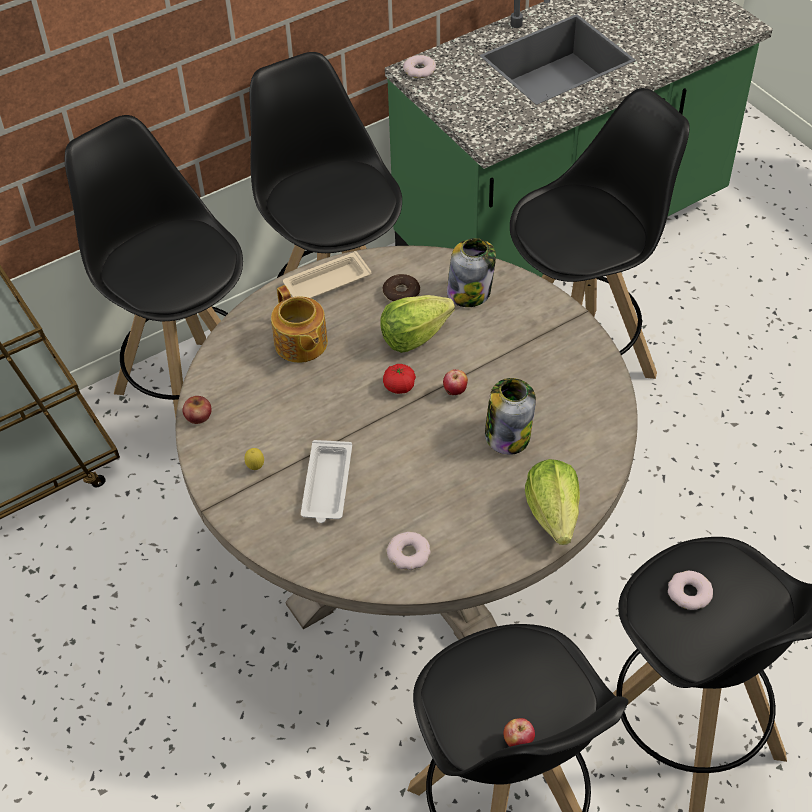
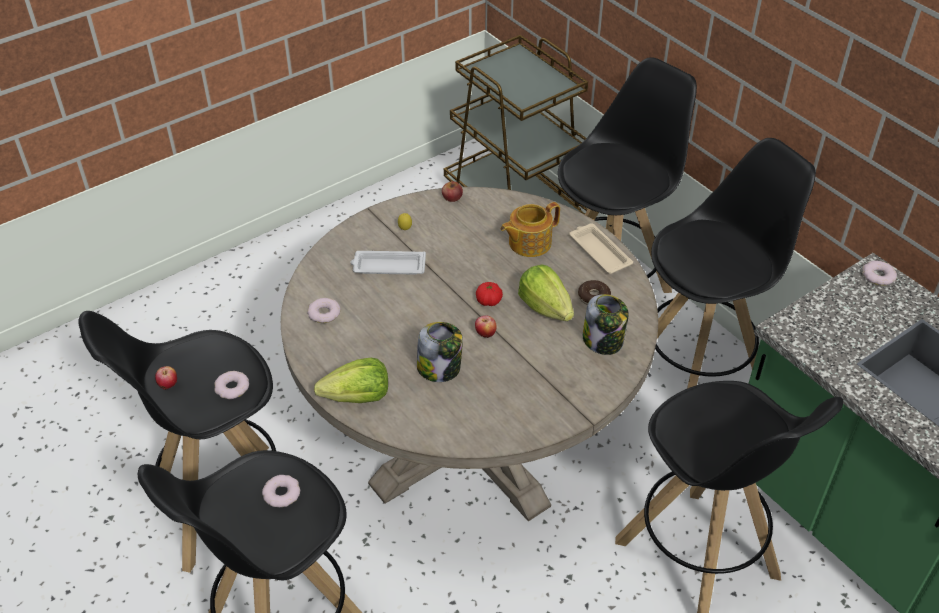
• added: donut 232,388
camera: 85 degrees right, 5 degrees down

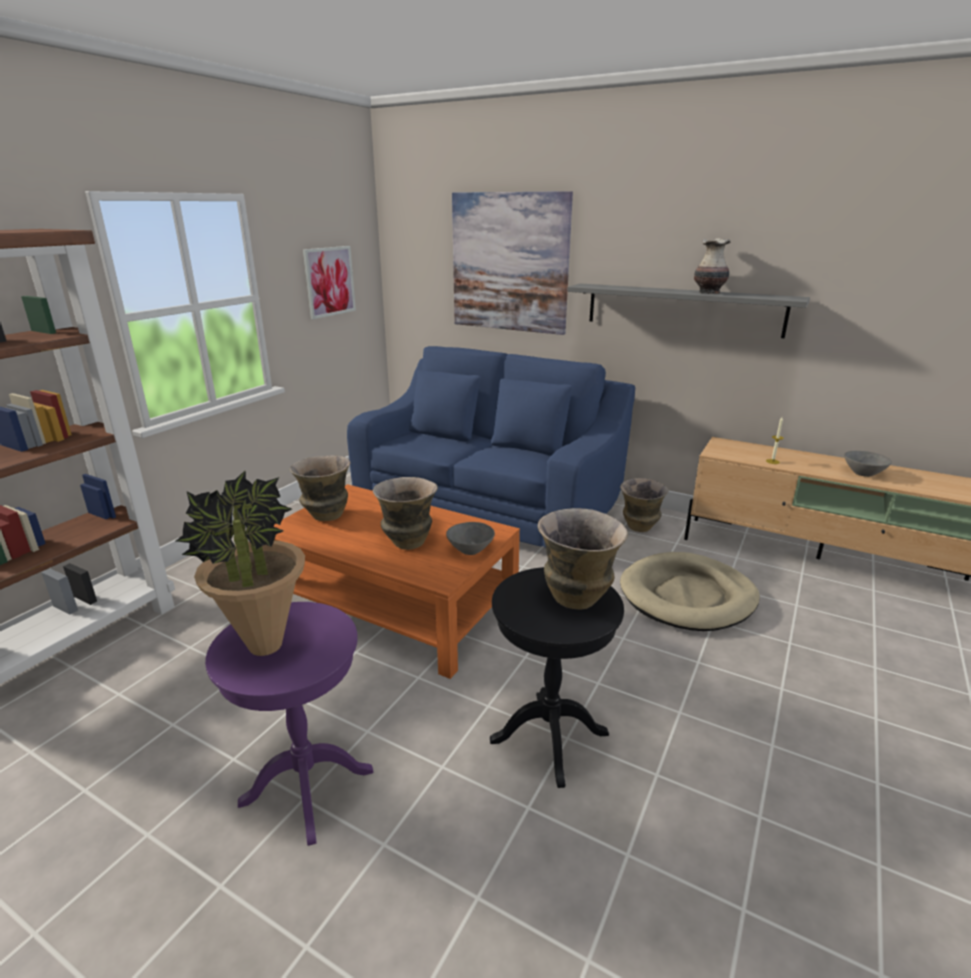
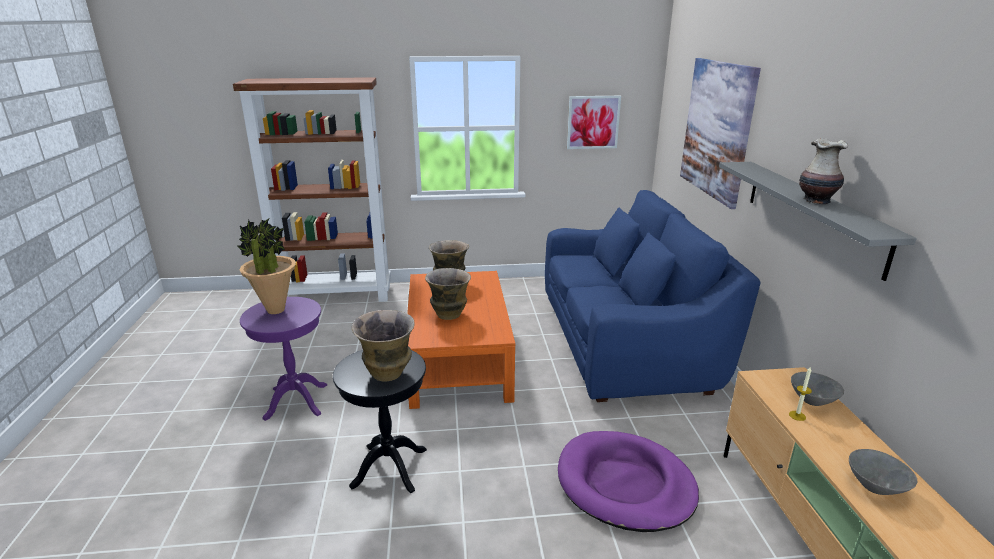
• removed: vase 640,528
• moved: grey bowl 471,550 to 813,401
• recoloured: beige dog bed 687,596 to purple dog bed 625,484
camera: 55 degrees right, 0 degrees up

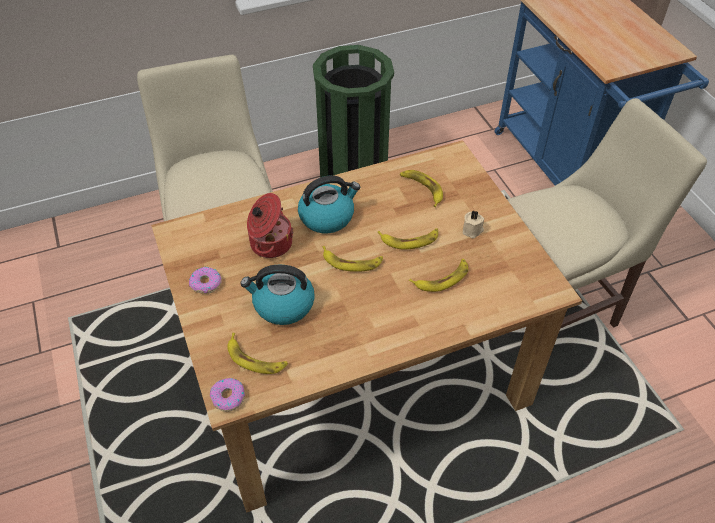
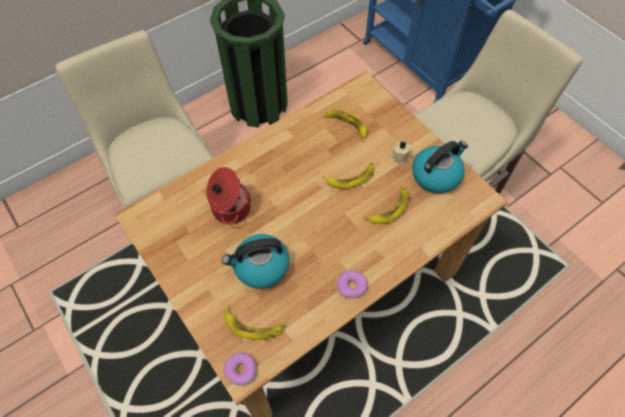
• moved: kettle 327,216 to 436,175
• removed: banana 352,262
• moved: donut 206,283 to 351,286
camera: 15 degrees left, 10 degrees up

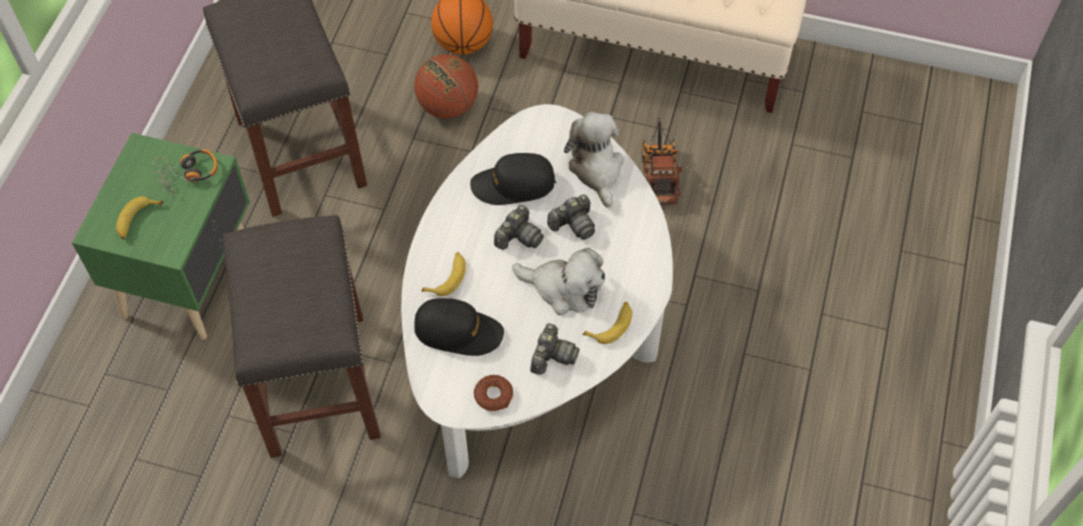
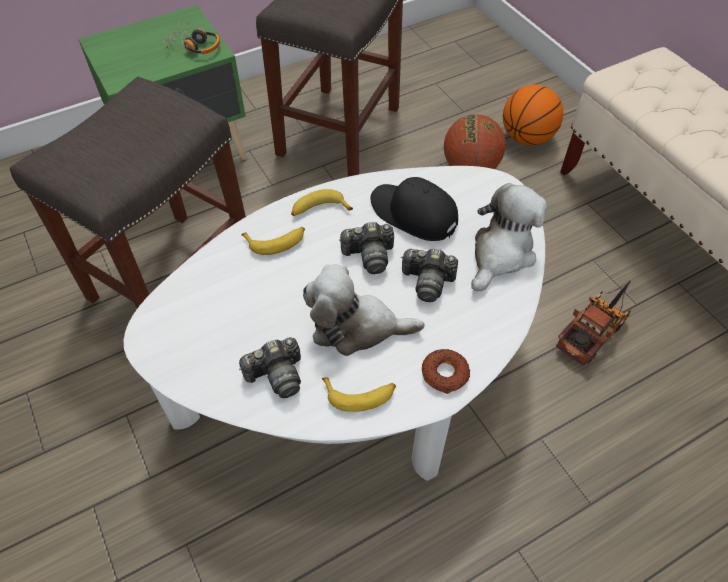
• moved: banana 137,220 to 319,210
• turned: plush toy 563,289 = 356,327 120 degrees clockwise
• removed: black cap 458,331
• moved: donut 493,395 to 445,374
camera: 45 degrees right, 5 degrees down

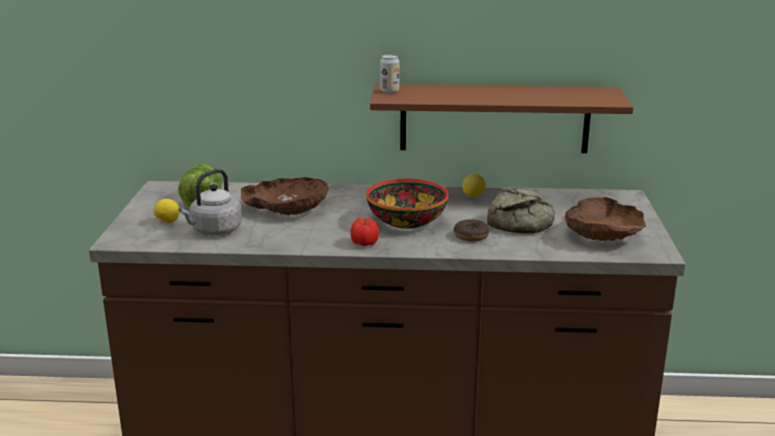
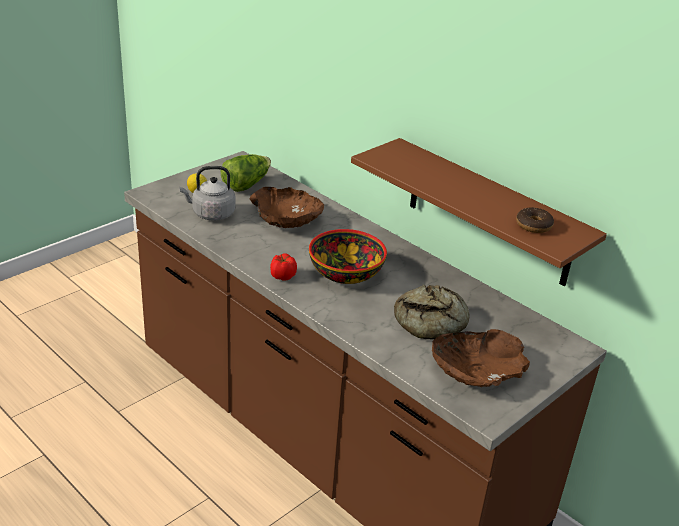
• removed: can 389,91
• removed: lemon 473,195
• moved: donut 471,235 to 533,225
camera: 40 degrees right, 10 degrees up

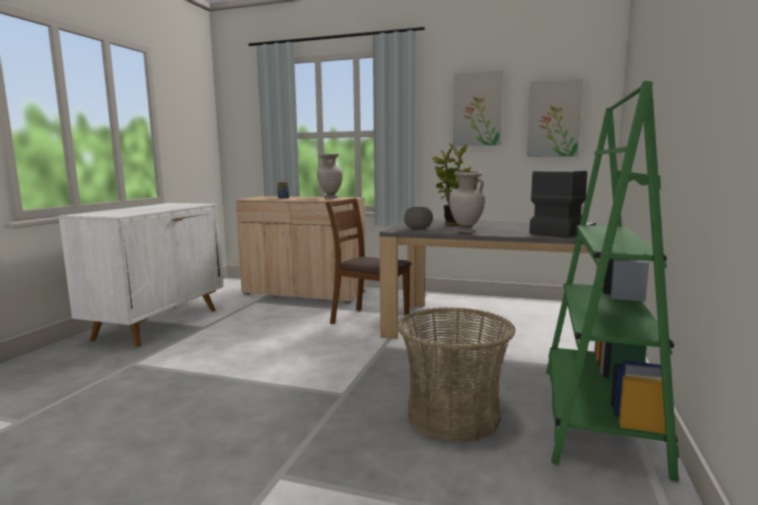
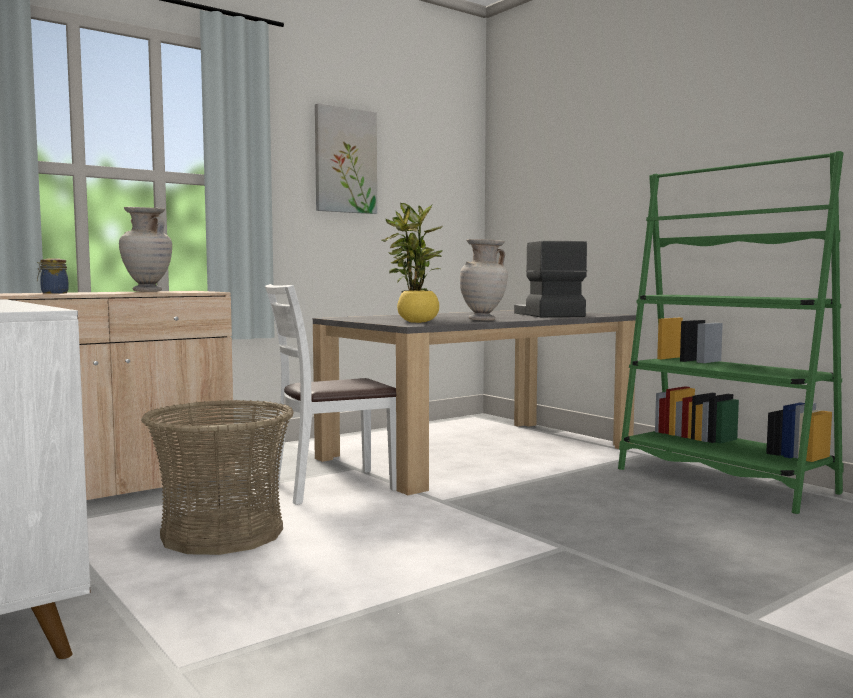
• removed: picture 554,119
• recoloured: brown chair 369,320 to white chair 332,486
• recoloured: grey bowl 417,228 to yellow bowl 417,322
• moved: basket 453,415 to 222,533
camera: 55 degrees left, 5 degrees down

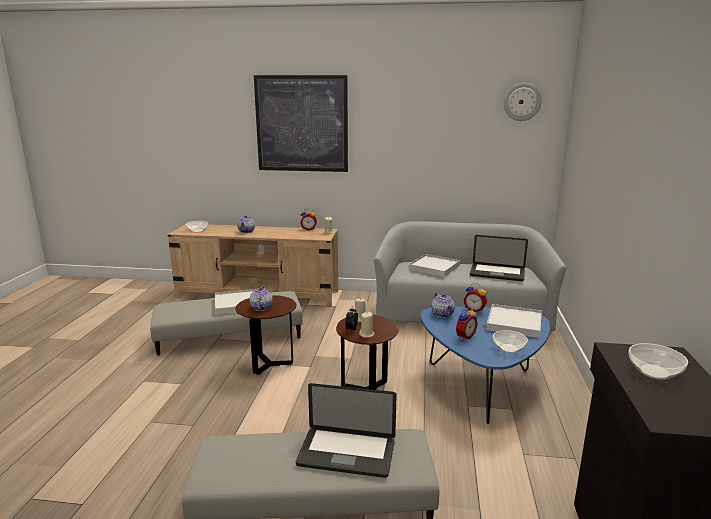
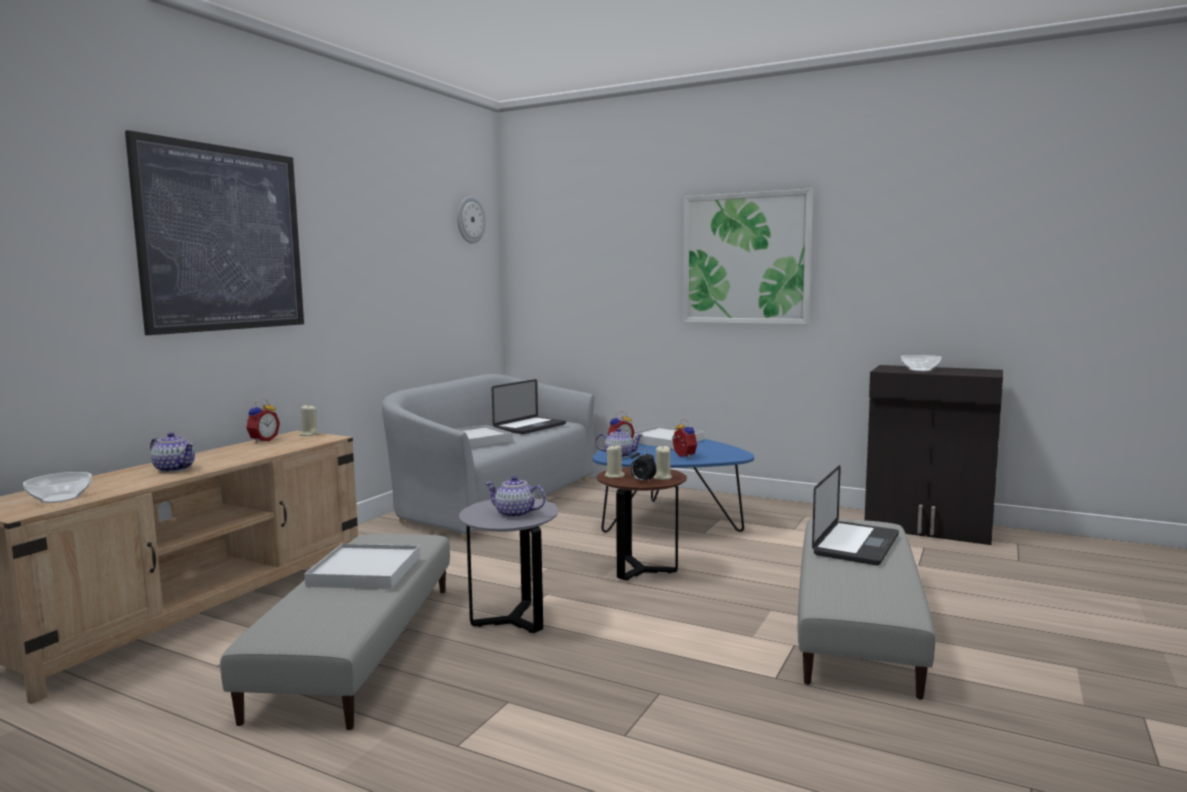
• recoloured: brown side table 269,364 to grey side table 512,621
• removed: bowl 509,348
• added: picture 746,258
camera: 70 degrees left, 10 degrees down

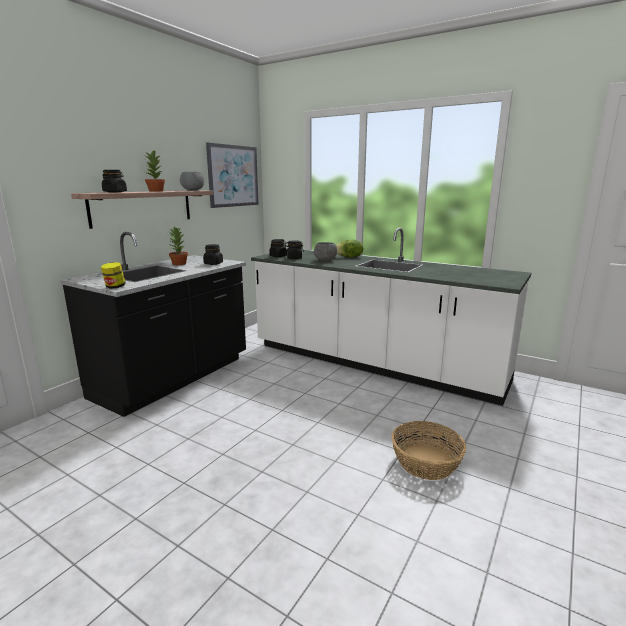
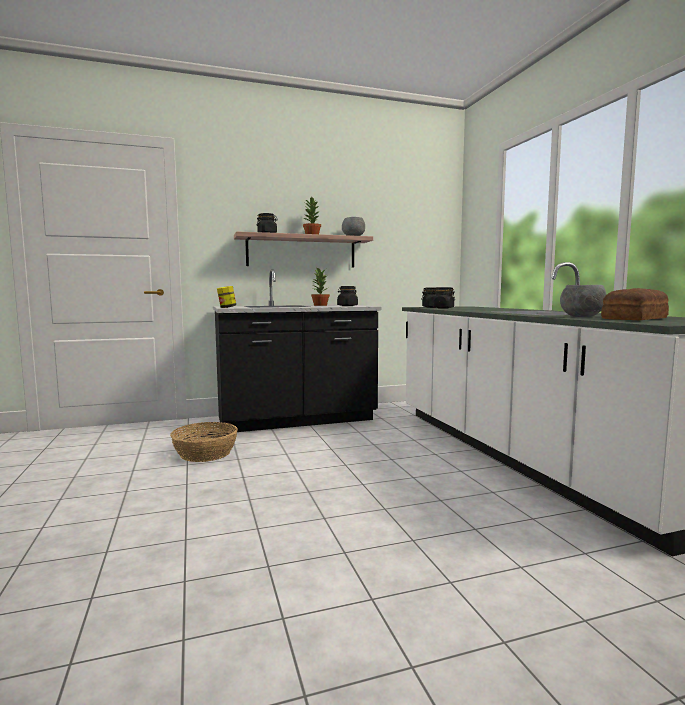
• removed: picture 233,176
• removed: lettuce 349,257
• moved: grey bowl 325,260 to 581,317
• moved: basket 426,463 to 205,453
• added: bread 636,319
camera: 40 degrees right, 10 degrees down

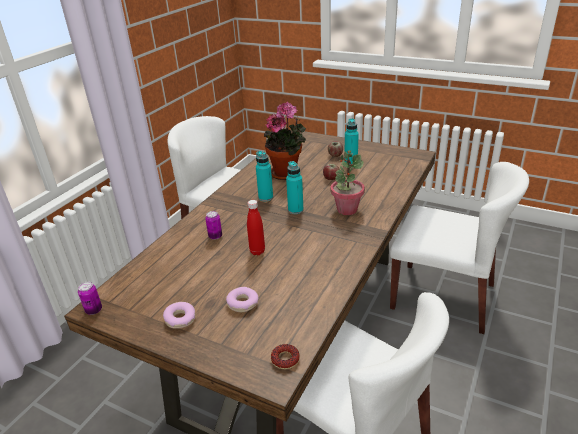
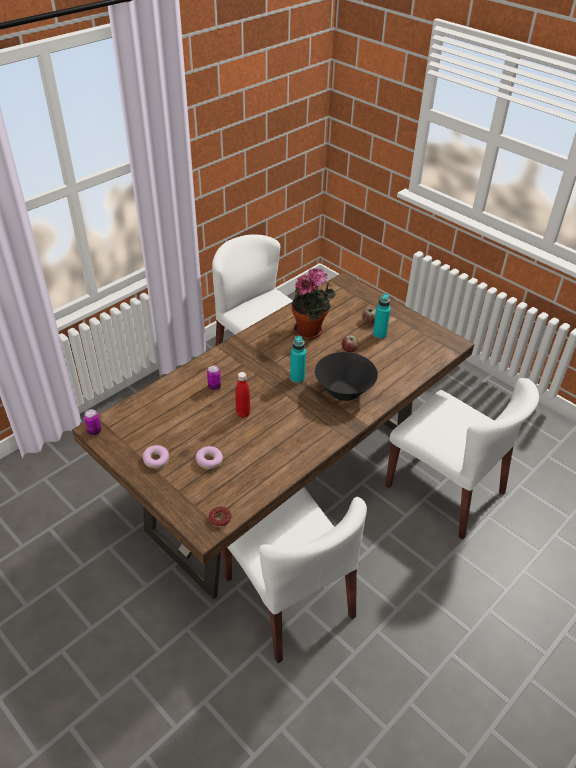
• replaced: potted plant 347,209 to black bowl 344,391
• removed: turquoise bottle 265,197
camera: 15 degrees right, 10 degrees up

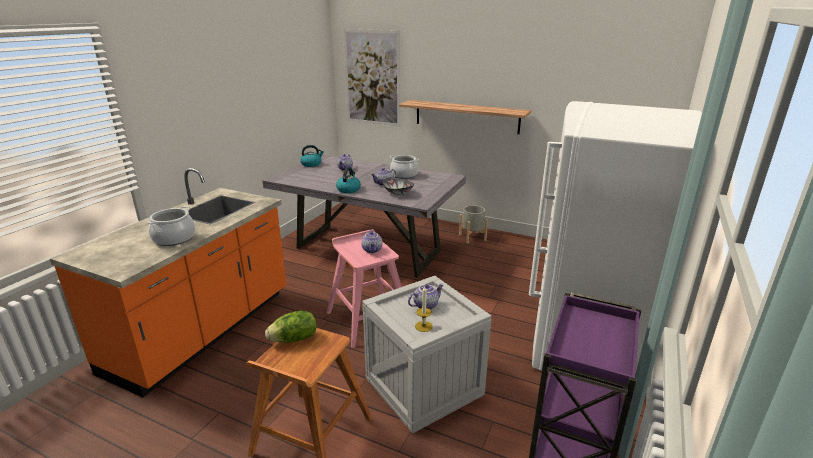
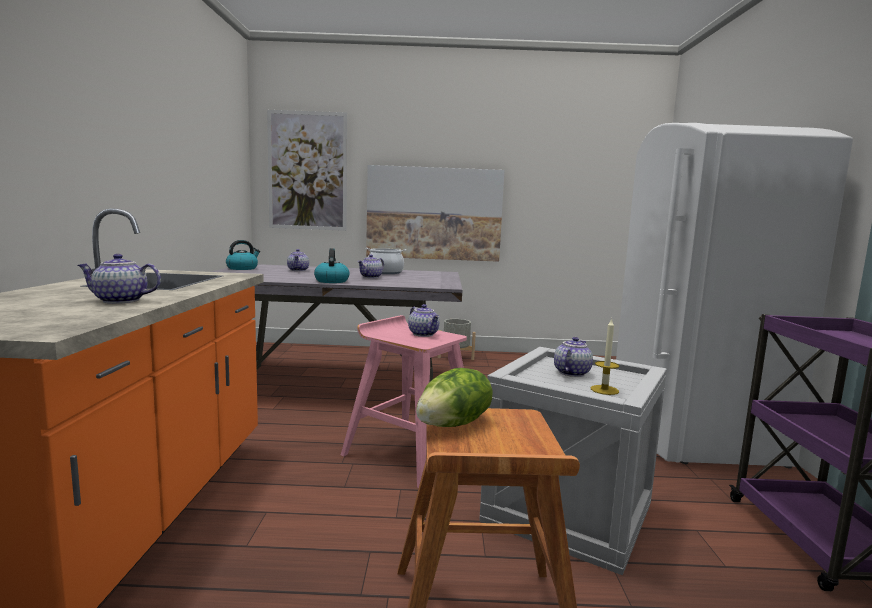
• replaced: shelf 466,116 to picture 434,213
• removed: bowl 398,193
• replaced: cooking pot 174,239 to teapot 119,301
camera: 25 degrees left, 15 degrees down

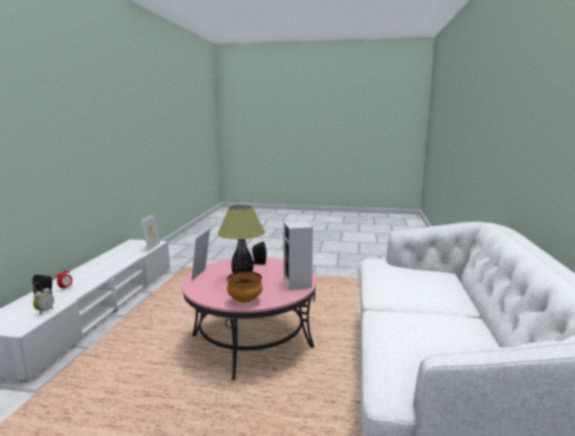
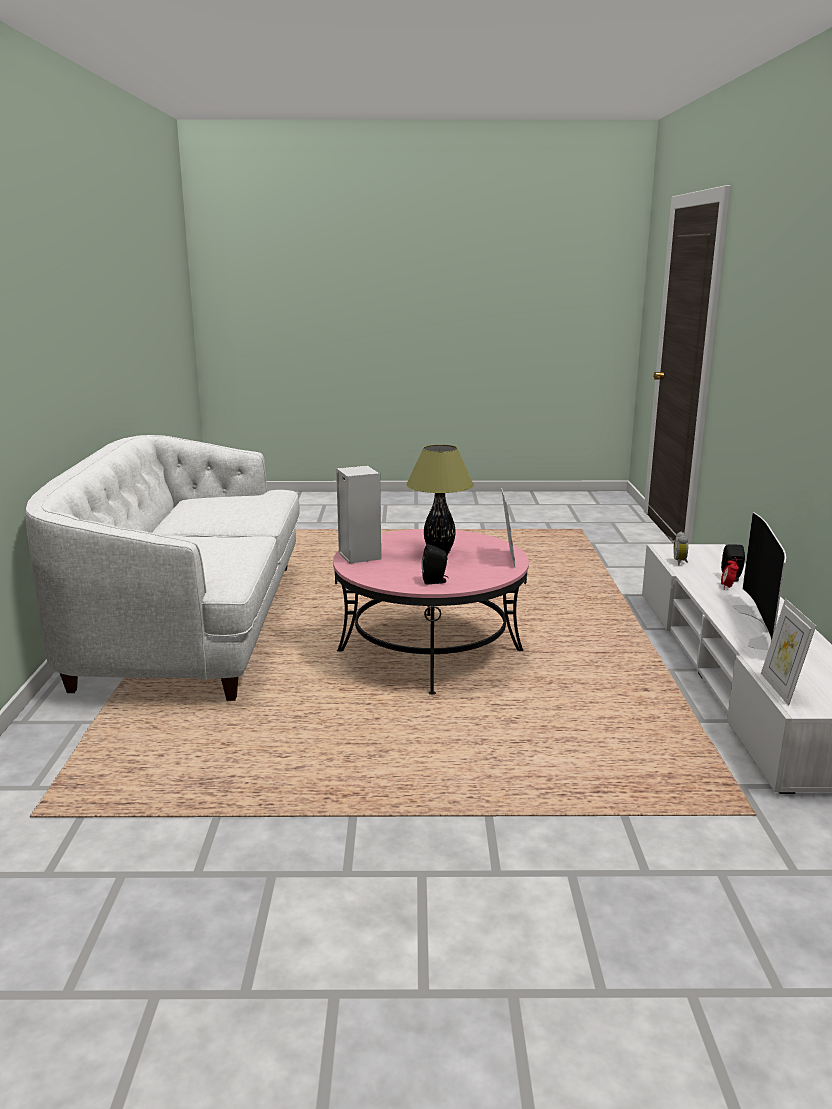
• removed: bowl 245,301
• added: television 766,627
camera: 170 degrees right, 5 degrees up

